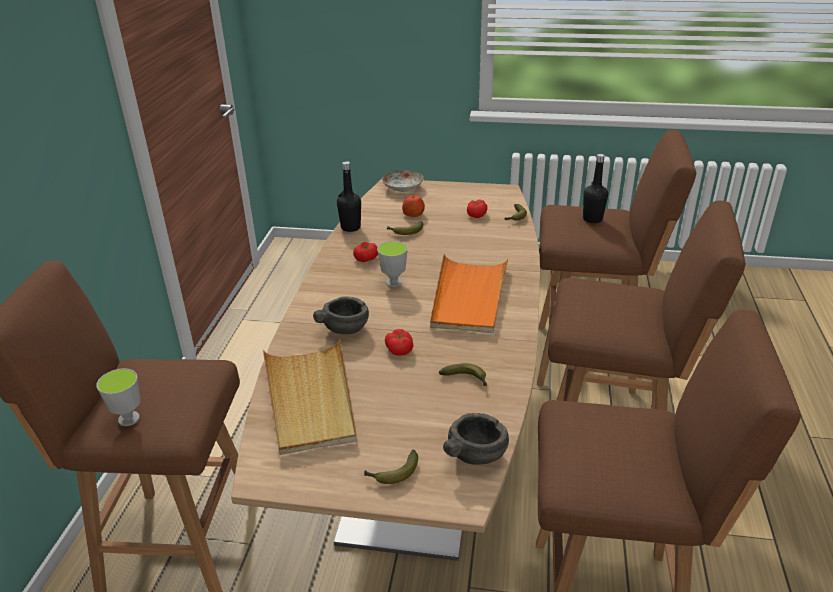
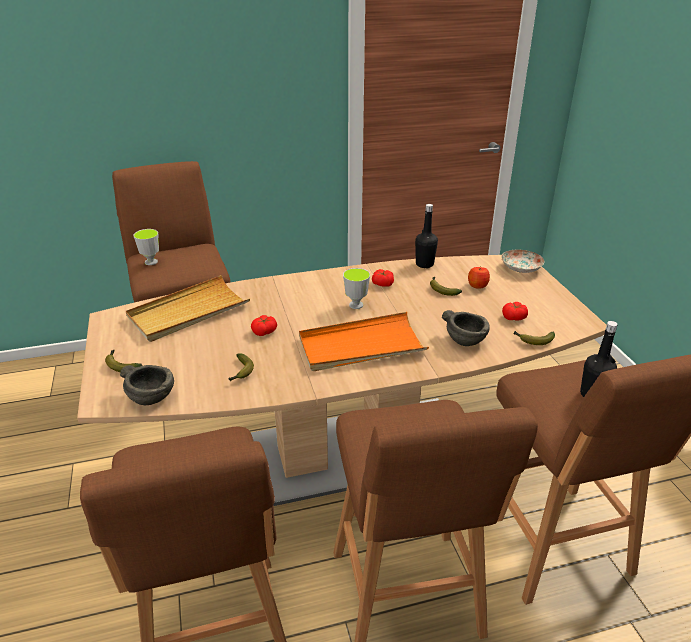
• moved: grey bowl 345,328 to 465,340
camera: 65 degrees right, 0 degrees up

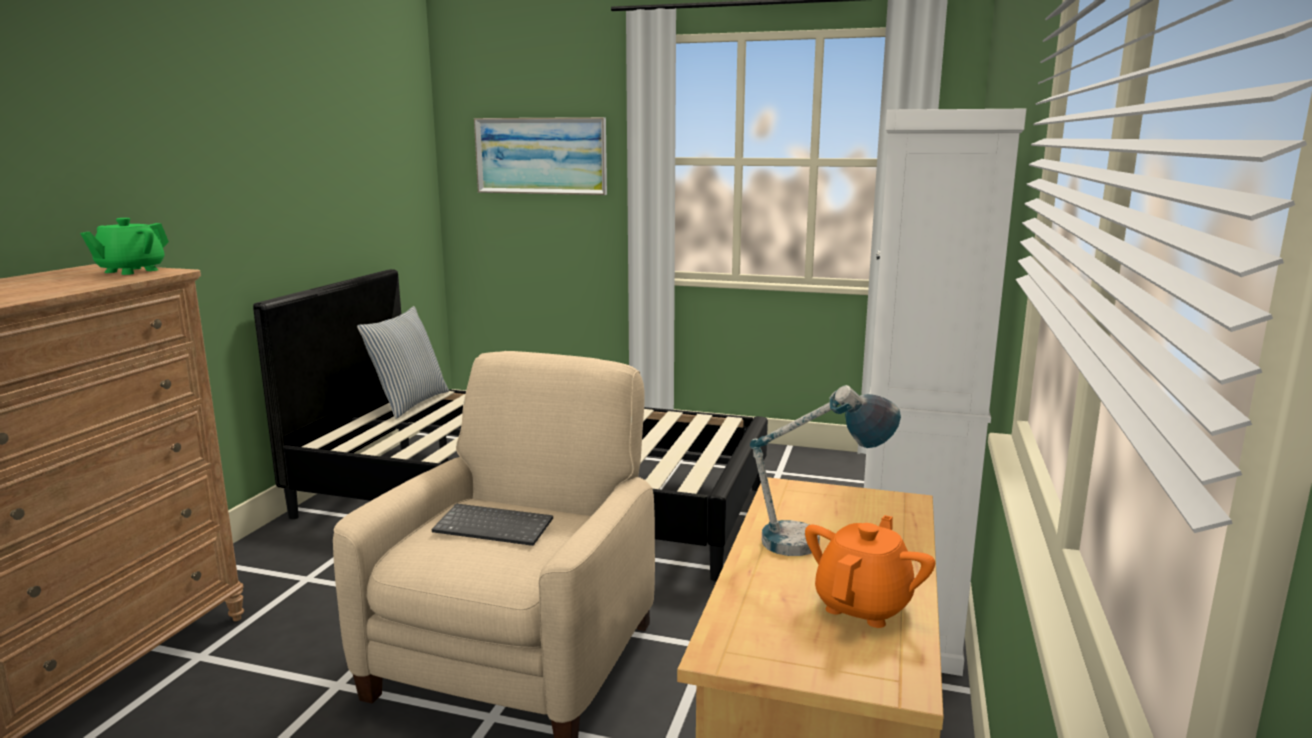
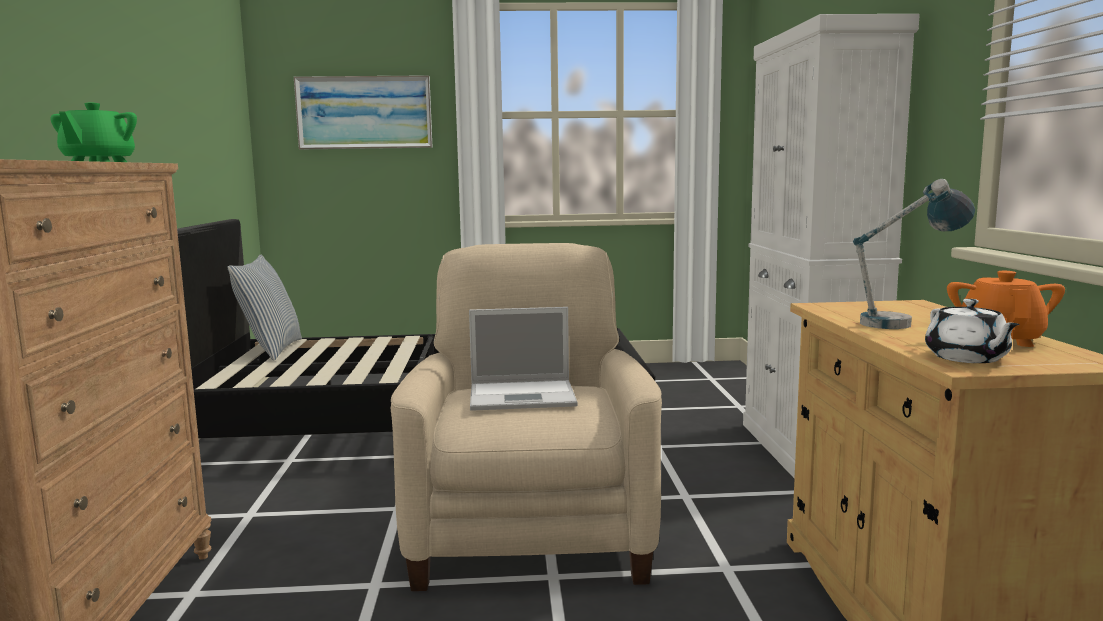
• replaced: keyboard 495,527 to laptop 524,396
• added: white teapot 967,358
camera: 20 degrees left, 5 degrees down

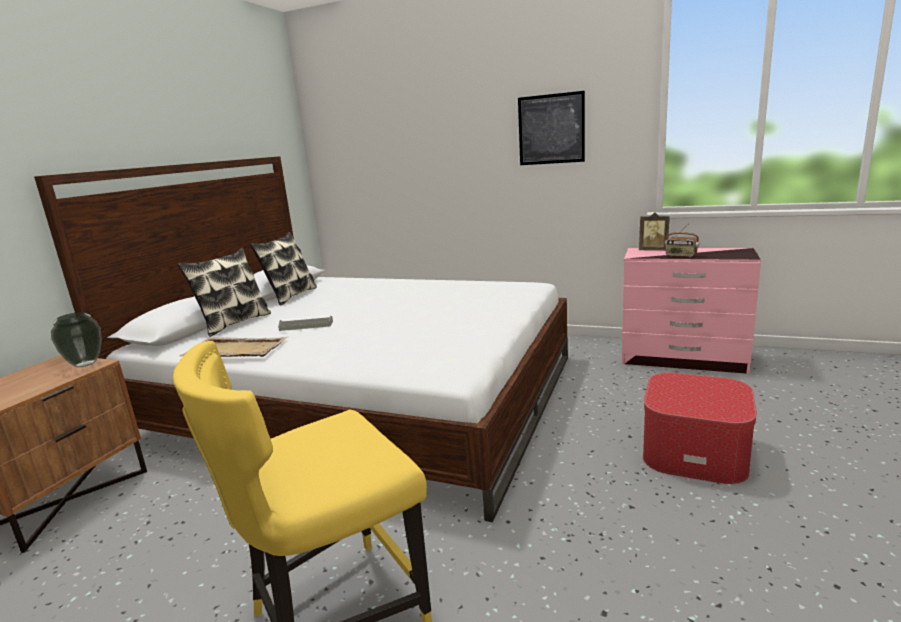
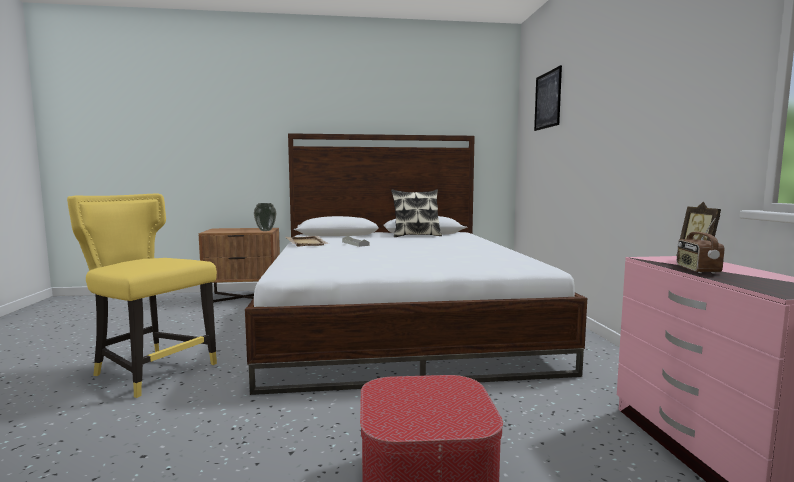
• moved: picture 551,129 to 547,100
• removed: pillow 234,323
camera: 60 degrees right, 10 degrees down

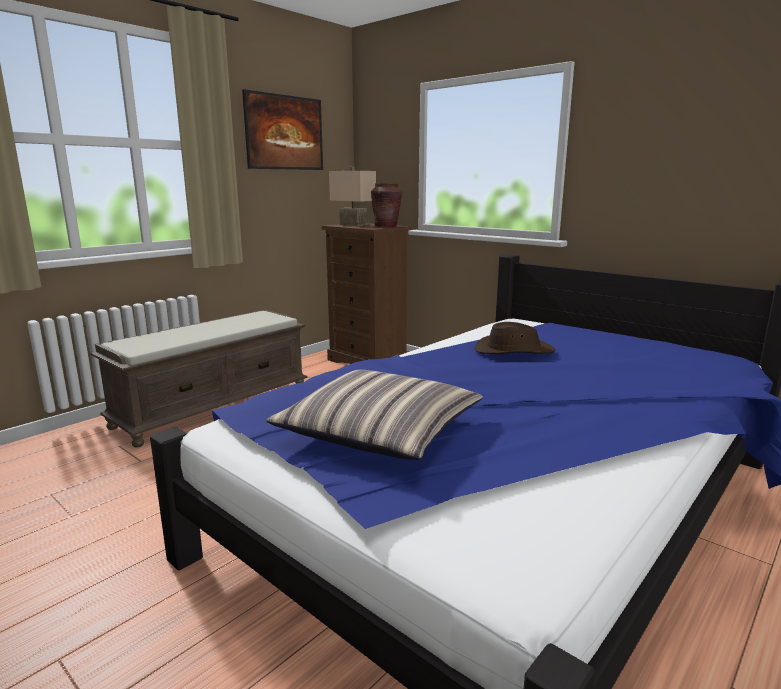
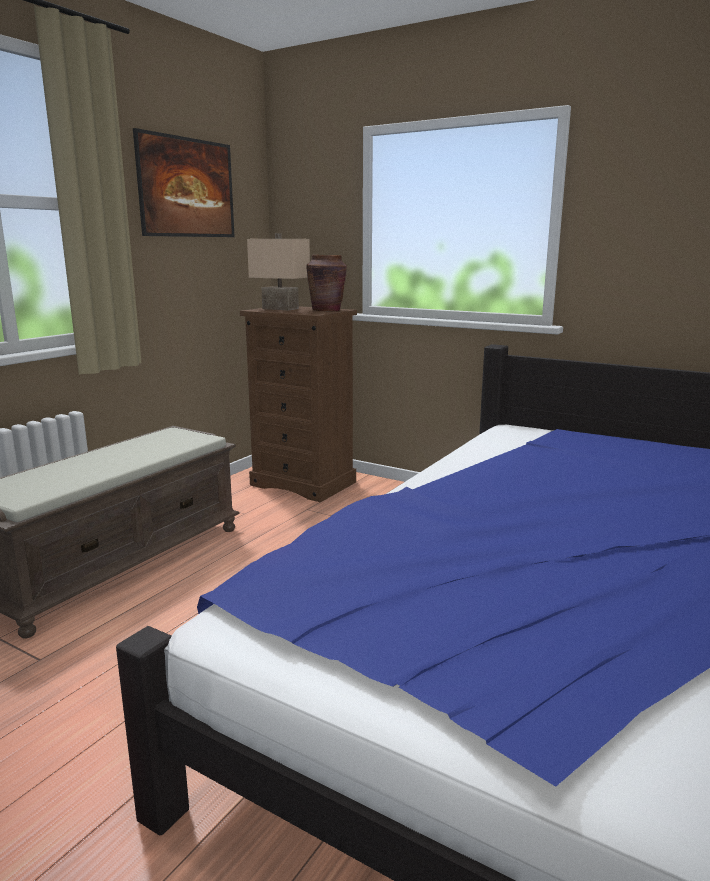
• removed: brown hat 513,351
• removed: pillow 380,431
camera: 10 degrees left, 0 degrees up

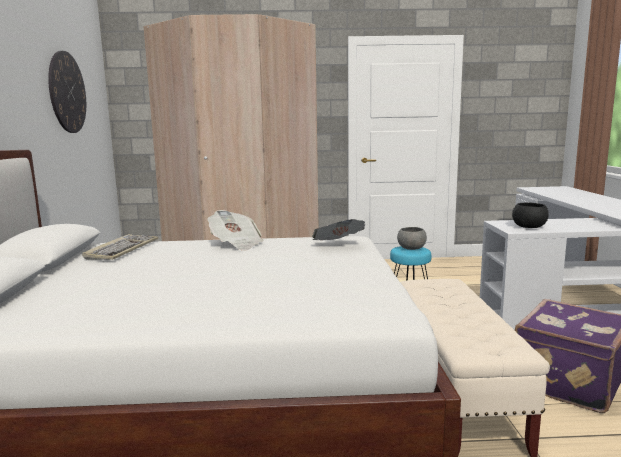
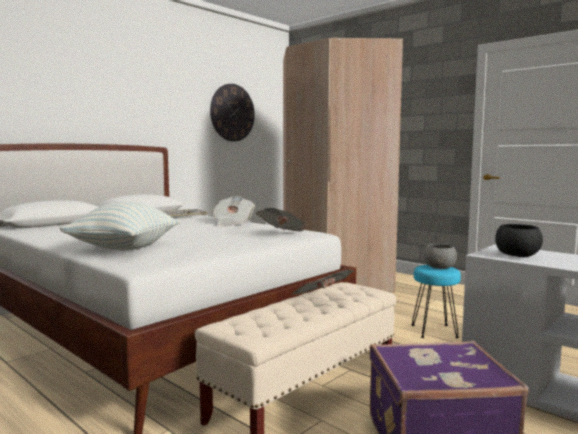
• added: pillow 124,248
• added: newspaper 321,299
camera: 45 degrees right, 5 degrees down

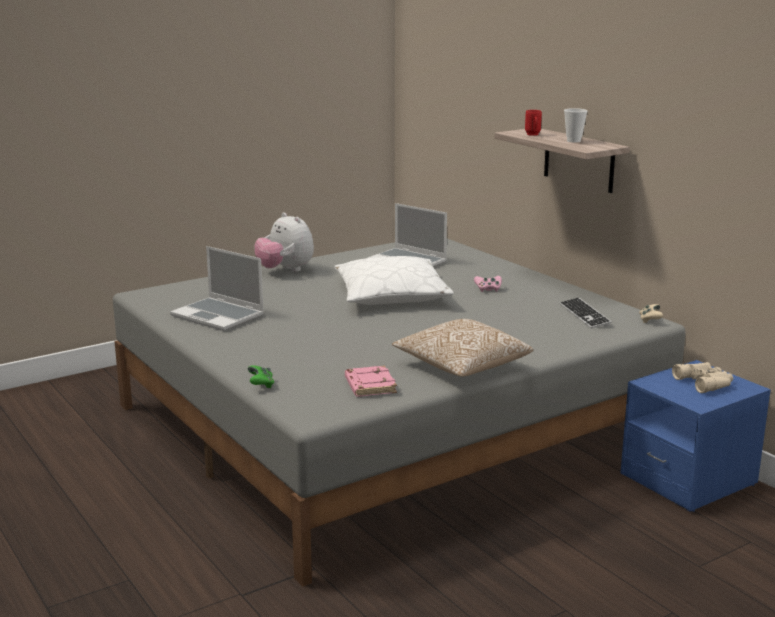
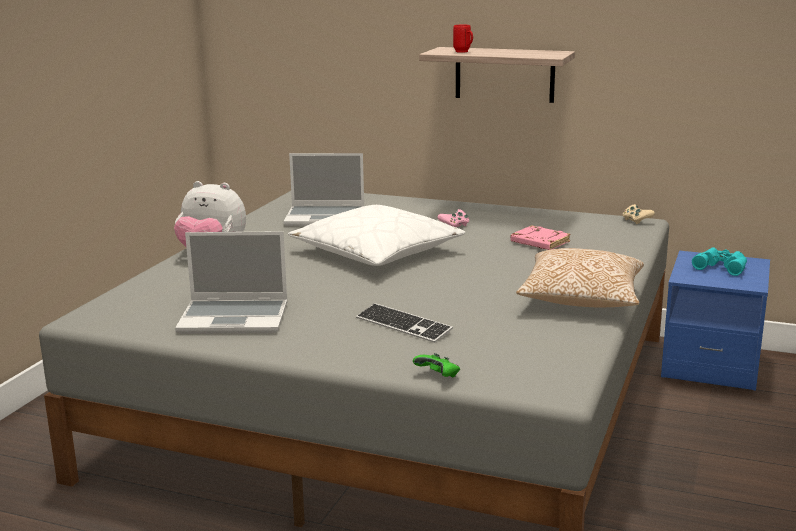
• removed: cup 573,141
• moved: keyboard 584,315 to 403,325
• recoloured: beige binoculars 705,382 to turquoise binoculars 721,266
• moved: pink book 369,386 to 539,242
camera: 35 degrees left, 0 degrees up

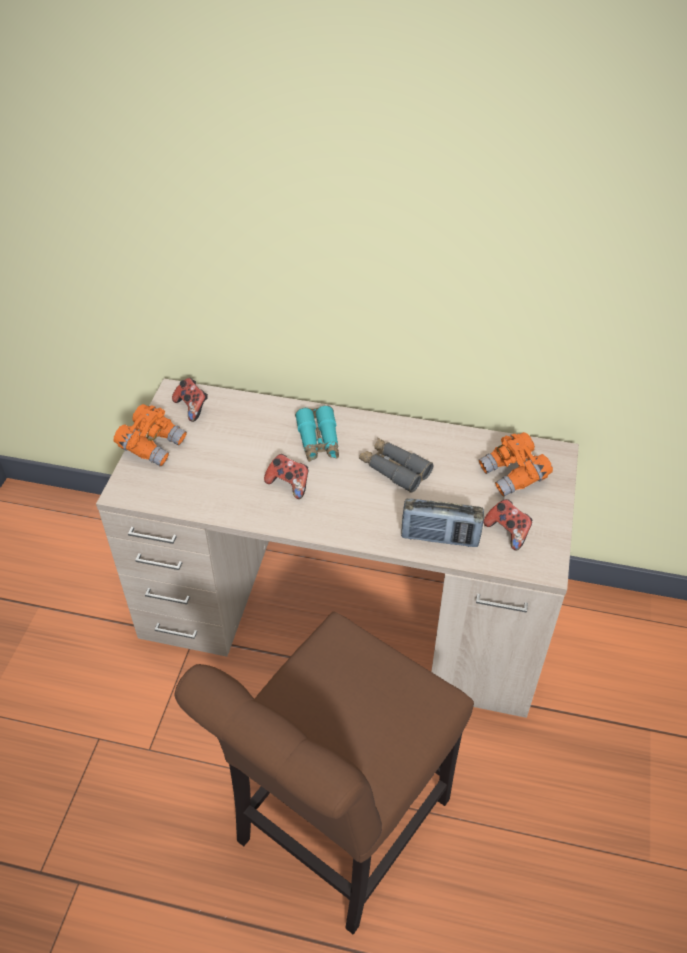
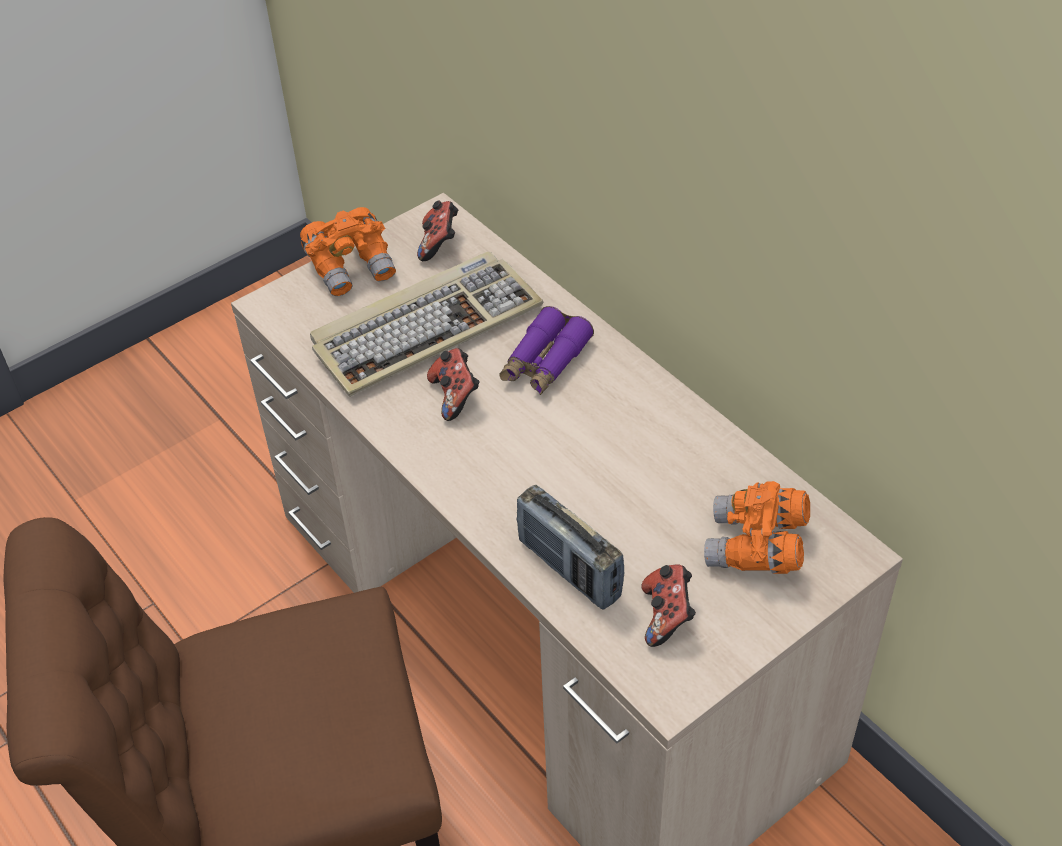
• recoloured: turquoise binoculars 318,441 to purple binoculars 545,362
• removed: grey binoculars 394,469
• added: keyboard 426,327
camera: 40 degrees right, 0 degrees up

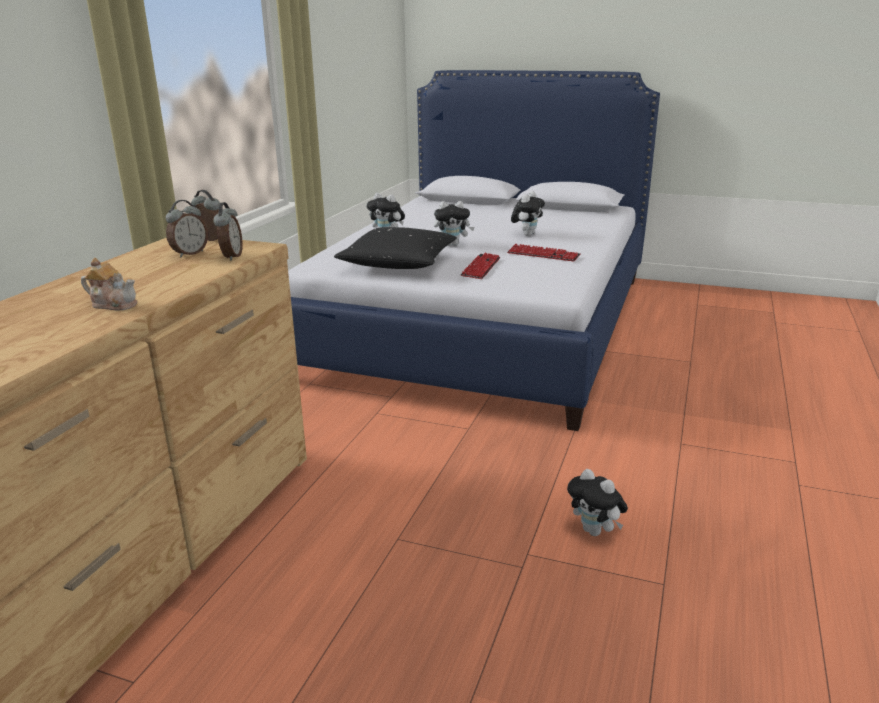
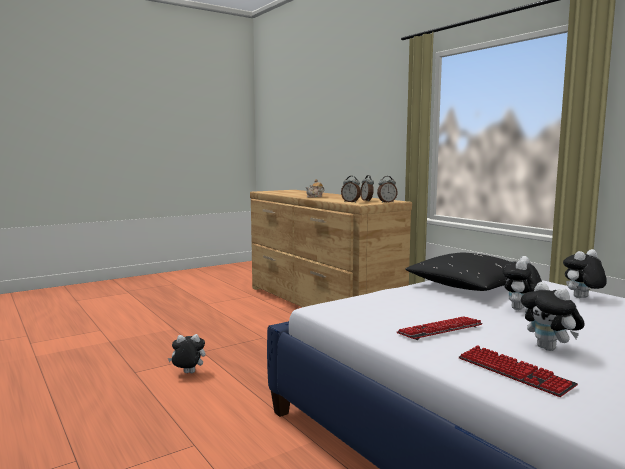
• moved: keyboard 481,267 to 513,372
camera: 125 degrees right, 15 degrees down

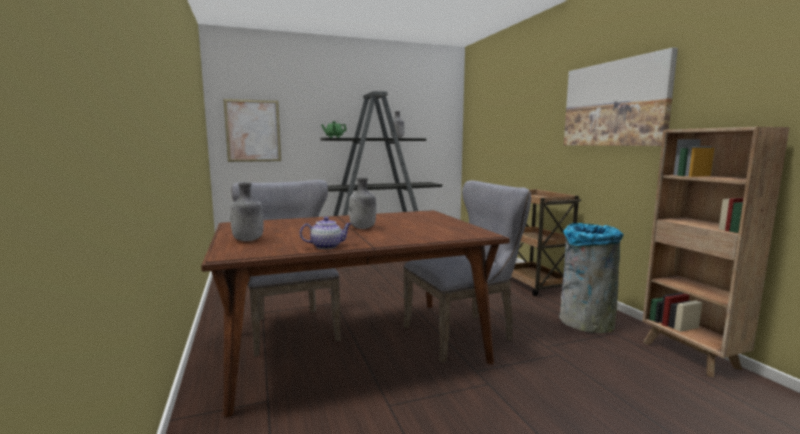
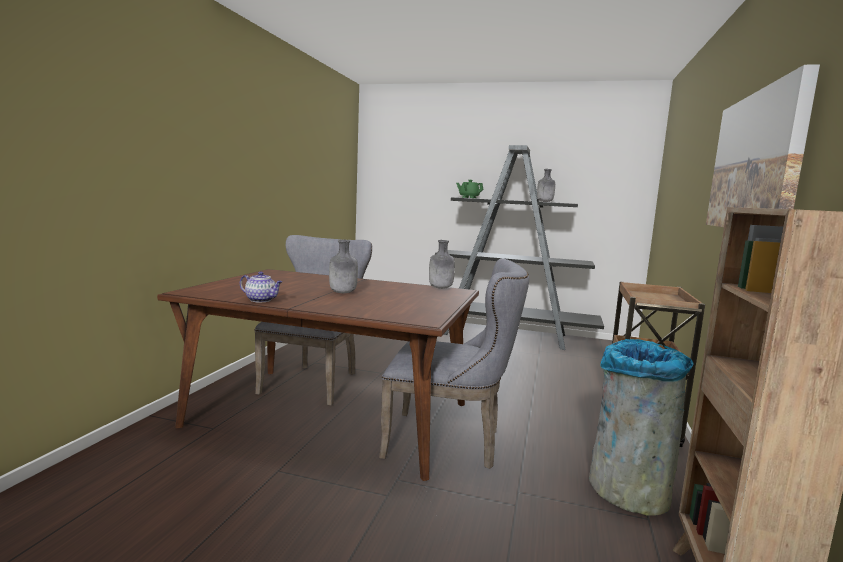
• removed: picture 253,131
• moved: grey bottle 248,240 to 440,288
camera: 35 degrees right, 0 degrees up

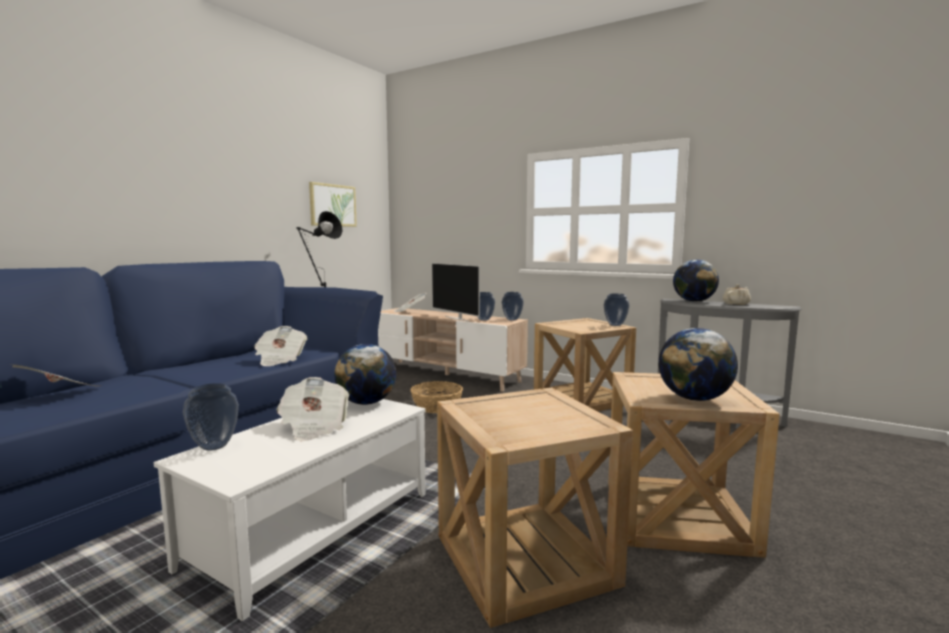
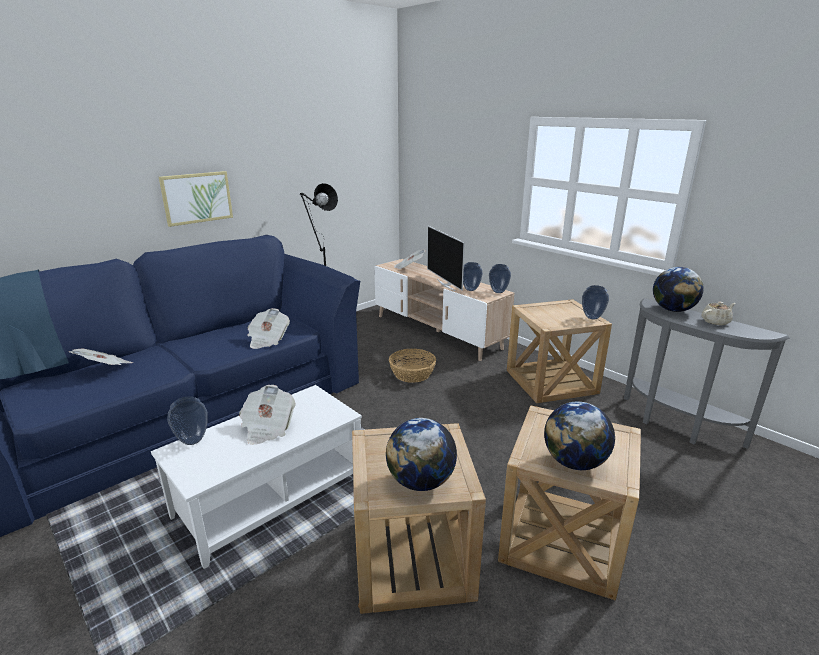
• moved: picture 332,205 to 197,198
• moved: globe 366,403 to 421,482
camera: 15 degrees right, 15 degrees up

